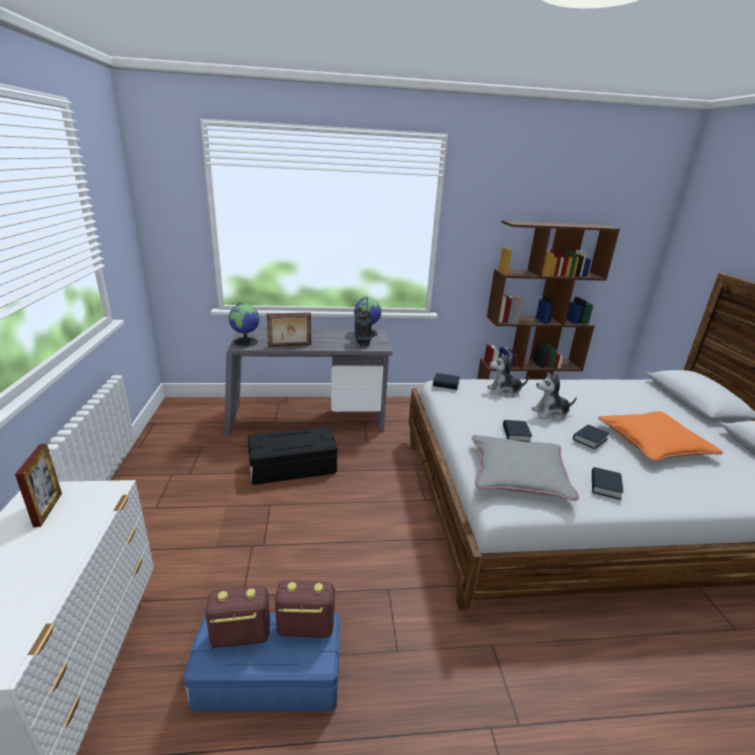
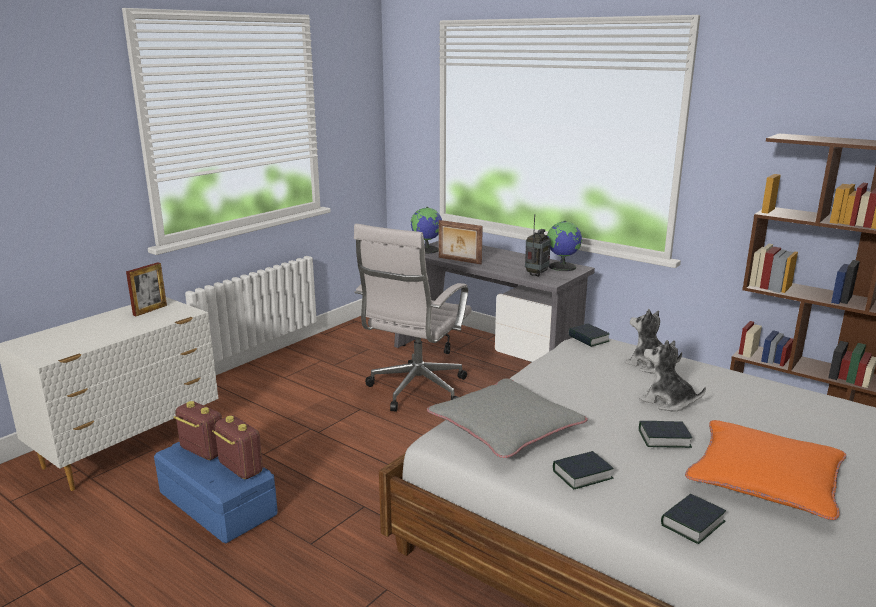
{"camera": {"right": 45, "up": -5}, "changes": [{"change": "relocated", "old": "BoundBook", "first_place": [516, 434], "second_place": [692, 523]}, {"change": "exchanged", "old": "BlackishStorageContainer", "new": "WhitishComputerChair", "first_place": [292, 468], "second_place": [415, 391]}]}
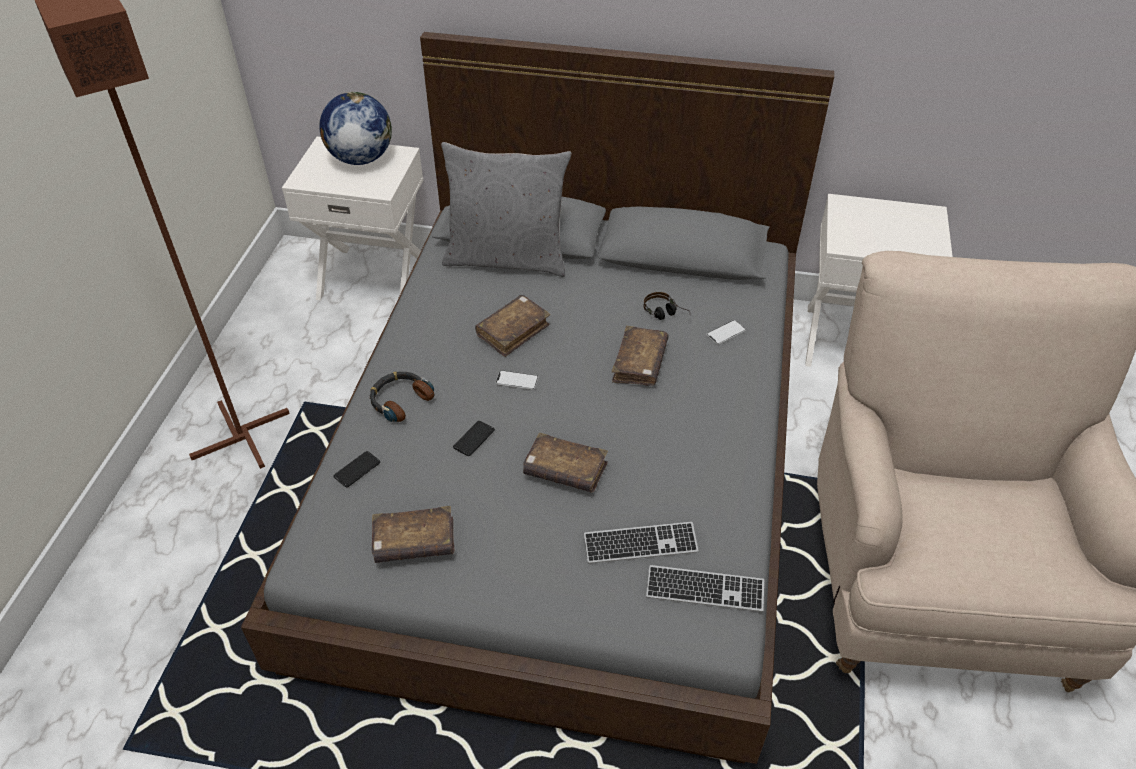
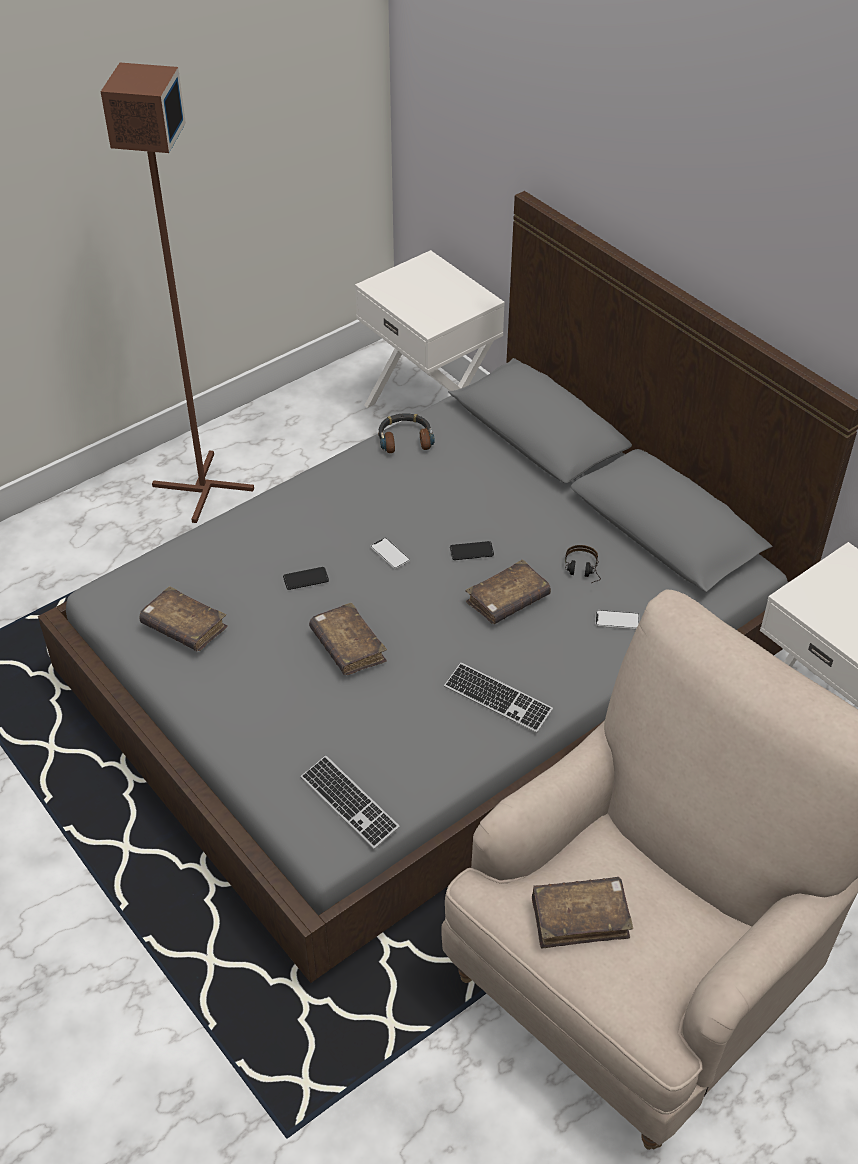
{"camera": {"right": 40, "up": 0}, "changes": [{"change": "missing", "old": "Globe", "first_place": [360, 159]}, {"change": "missing", "old": "GreyishPillow", "first_place": [507, 258]}, {"change": "relocated", "old": "Phone", "first_place": [357, 469], "second_place": [471, 551]}, {"change": "relocated", "old": "Headset", "first_place": [400, 400], "second_place": [405, 438]}, {"change": "relocated", "old": "BrownBoundBook", "first_place": [513, 331], "second_place": [580, 918]}, {"change": "relocated", "old": "PcKeyboard", "first_place": [640, 544], "second_place": [497, 699]}]}
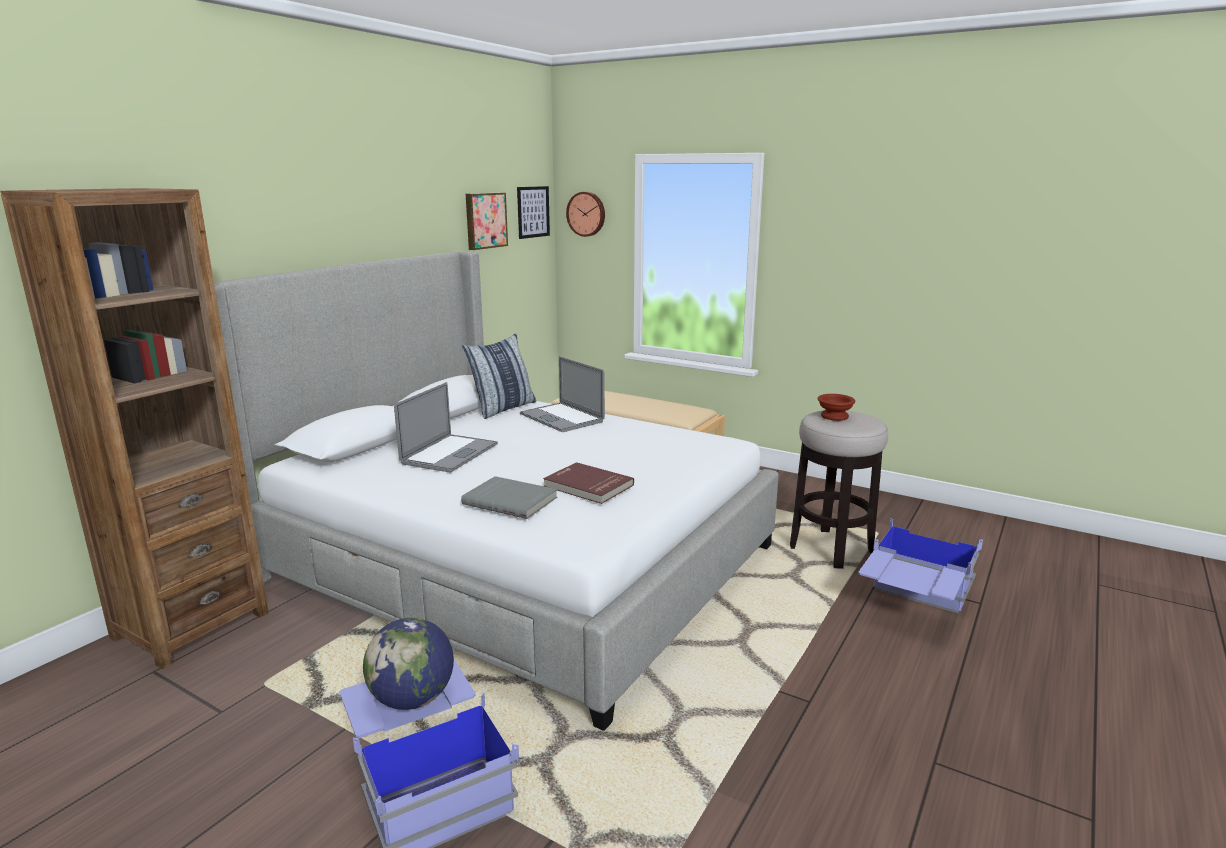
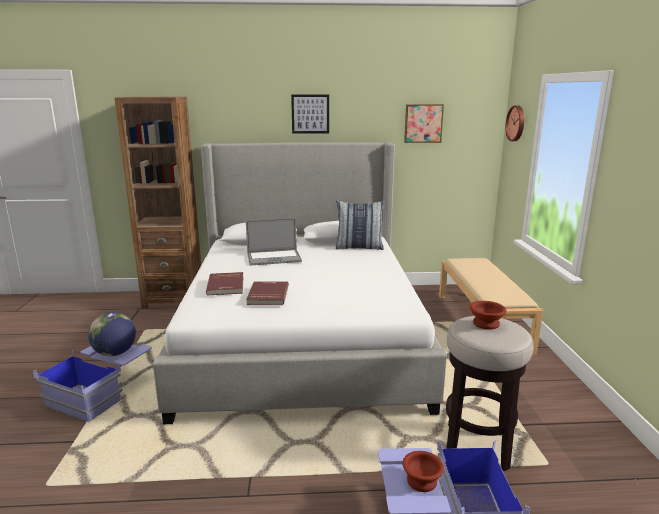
{"camera": {"right": 55, "up": 0}, "changes": [{"change": "missing", "old": "Laptop", "first_place": [561, 418]}, {"change": "appeared", "new": "BrownDeepDish", "second_place": [421, 480]}, {"change": "relocated", "old": "WallPicture", "first_place": [533, 212], "second_place": [310, 114]}, {"change": "colour", "old": "GreyishBoundBook", "new": "ReddishBoundBook", "first_place": [511, 500], "second_place": [226, 285]}]}
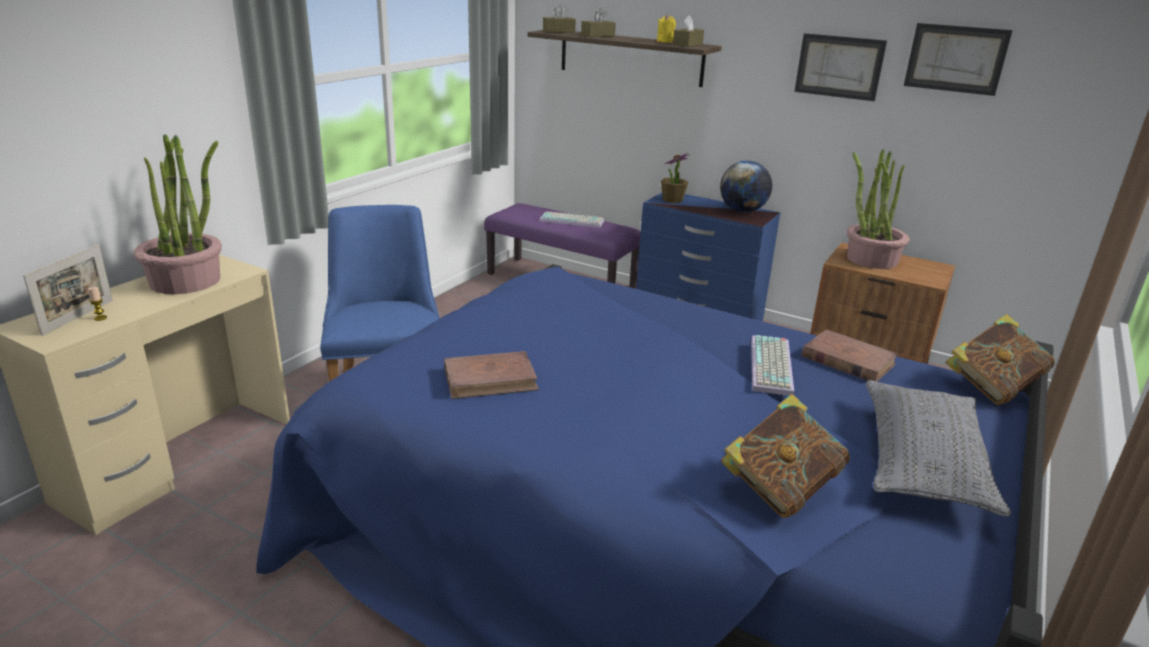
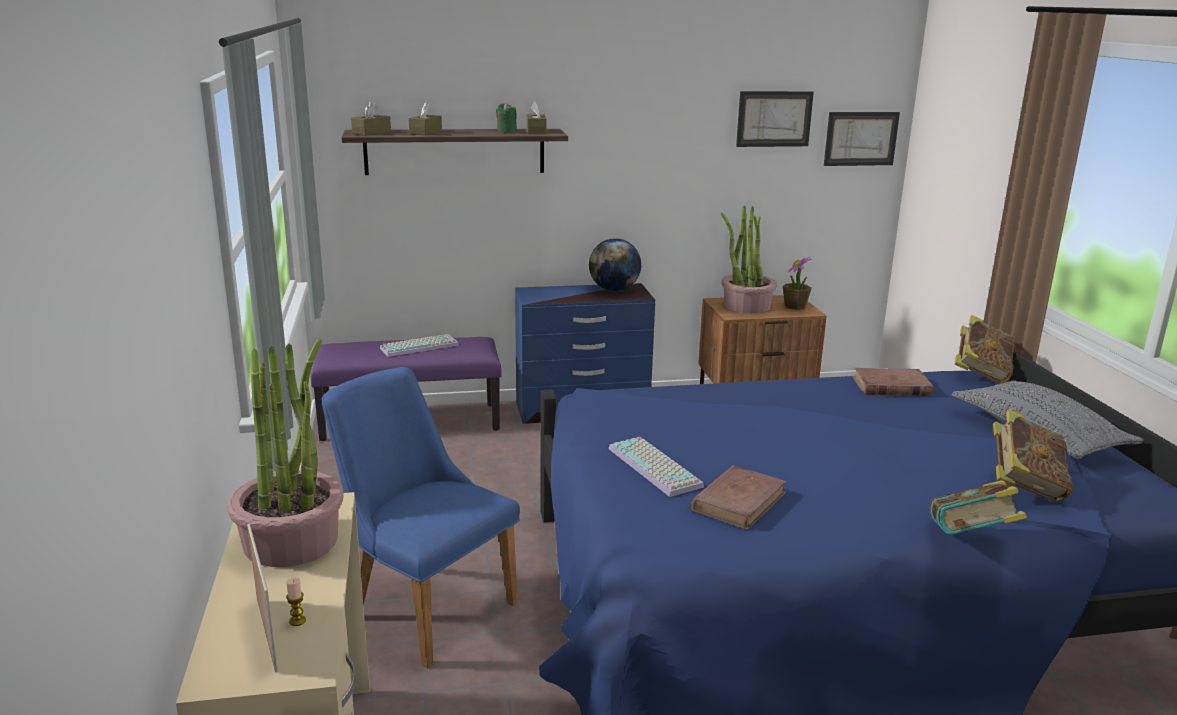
{"camera": {"right": -40, "up": -5}, "changes": [{"change": "appeared", "new": "BoundBook", "second_place": [970, 542]}, {"change": "relocated", "old": "PottedPlant", "first_place": [672, 200], "second_place": [795, 306]}, {"change": "relocated", "old": "PcKeyboard", "first_place": [773, 366], "second_place": [657, 467]}, {"change": "relocated", "old": "WallPicture", "first_place": [839, 66], "second_place": [860, 138]}, {"change": "colour", "old": "YellowWaxCandle", "new": "GreenWaxCandle", "first_place": [665, 42], "second_place": [506, 131]}]}
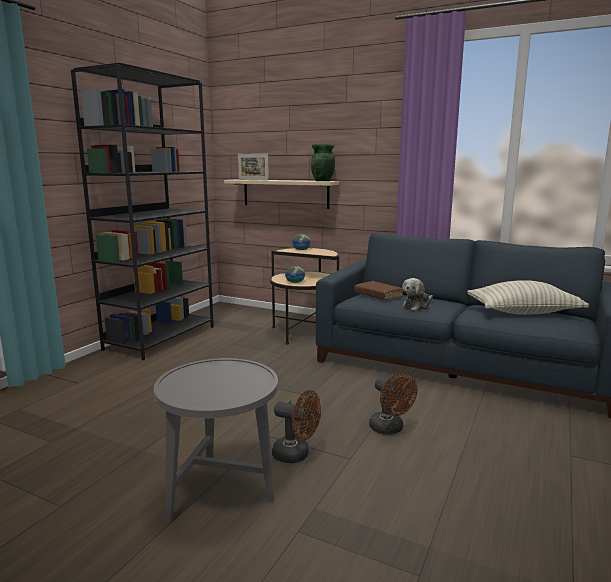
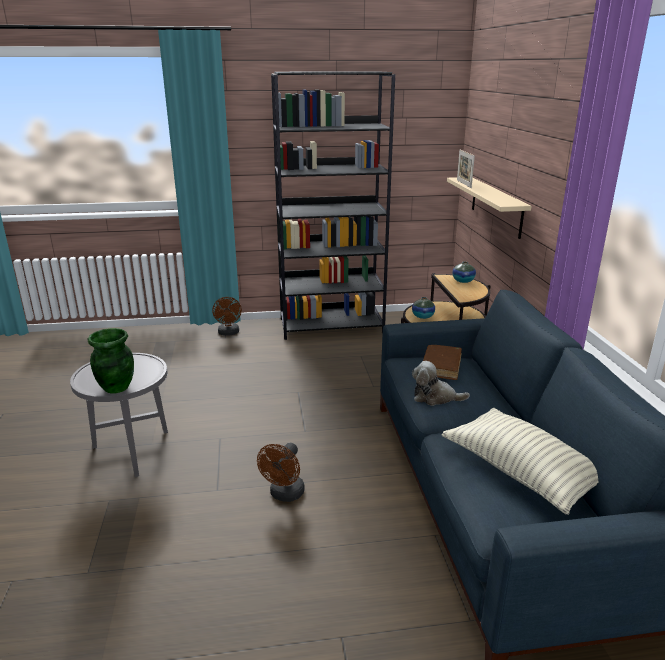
{"camera": {"right": 55, "up": 10}, "changes": [{"change": "relocated", "old": "BrownElectricFan", "first_place": [296, 455], "second_place": [229, 333]}, {"change": "relocated", "old": "GreenVase", "first_place": [322, 181], "second_place": [116, 388]}]}
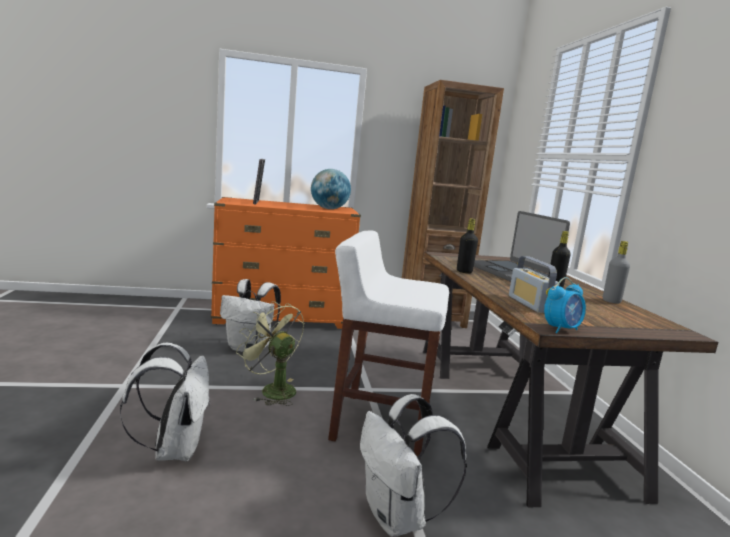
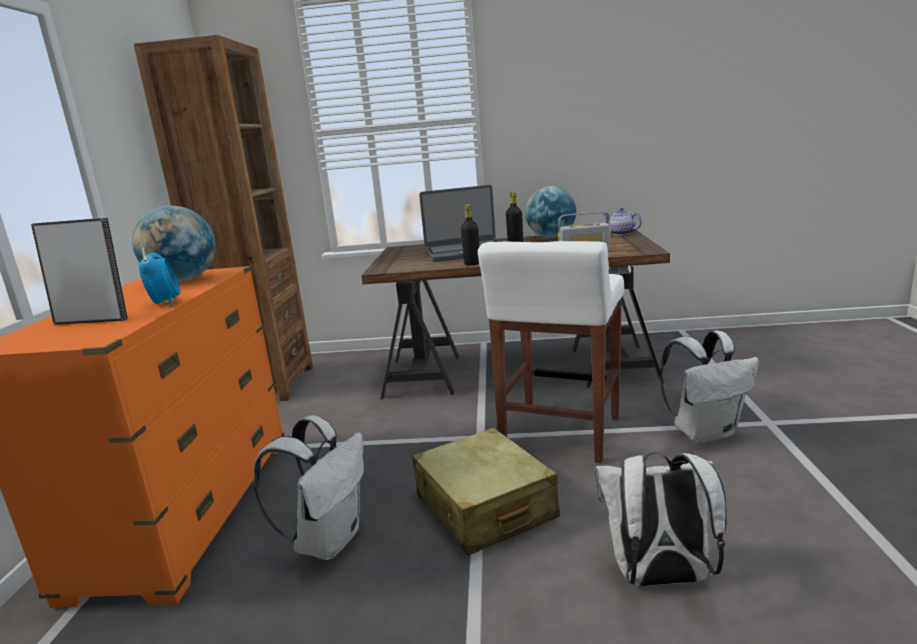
{"camera": {"right": -75, "up": 5}, "changes": [{"change": "appeared", "new": "PotForTea", "second_place": [621, 233]}, {"change": "relocated", "old": "BedsideClock", "first_place": [561, 329], "second_place": [166, 303]}, {"change": "exchanged", "old": "GreenElectricFan", "new": "SandColouredSuitcase", "first_place": [272, 390], "second_place": [484, 507]}, {"change": "exchanged", "old": "GreyishBottle", "new": "Globe", "first_place": [611, 301], "second_place": [551, 237]}]}
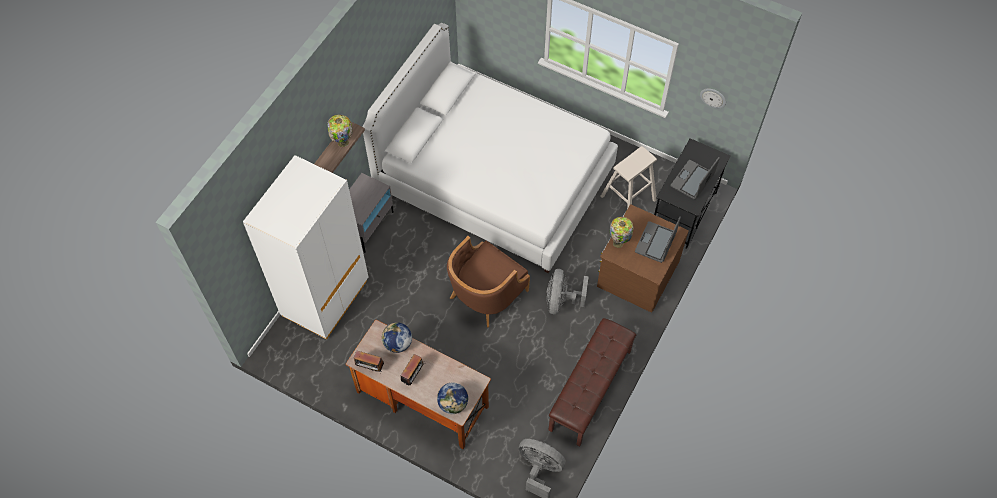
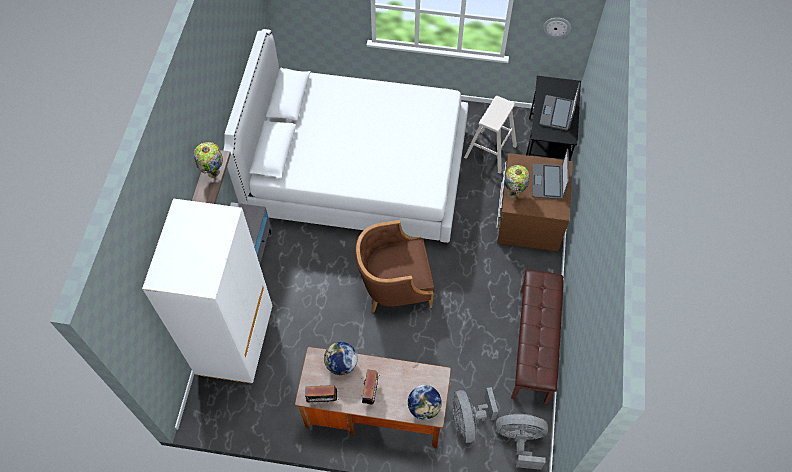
{"camera": {"right": -20, "up": 0}, "changes": [{"change": "relocated", "old": "GreyishElectricFan", "first_place": [561, 301], "second_place": [468, 421]}, {"change": "spun", "old": "BrownArmchair", "first_place": [486, 294], "second_place": [395, 284], "degrees": 60}]}
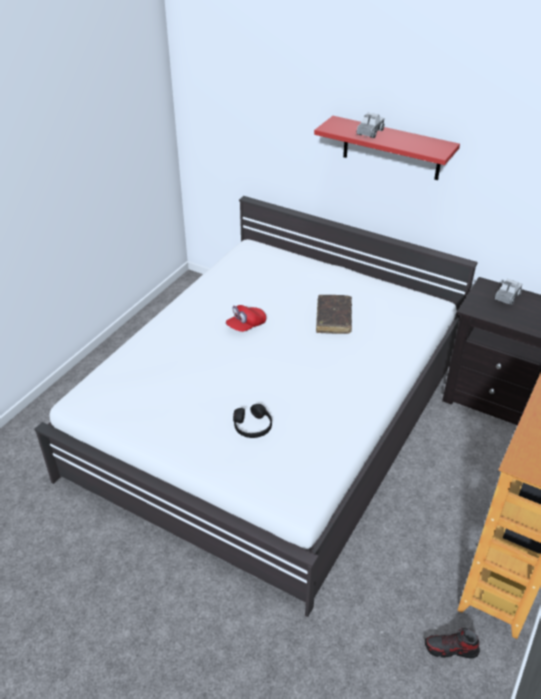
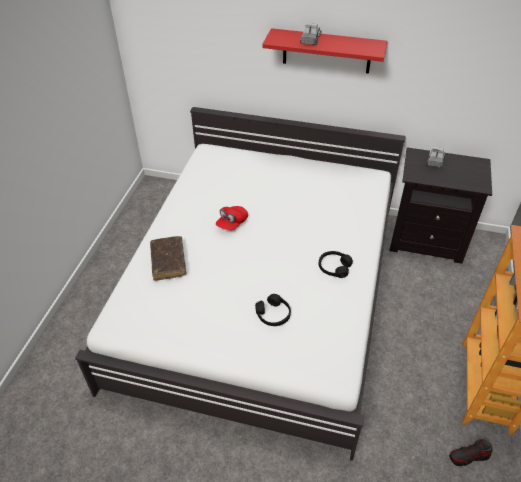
{"camera": {"right": -15, "up": 5}, "changes": [{"change": "appeared", "new": "BlackishHeadset", "second_place": [334, 267]}, {"change": "relocated", "old": "BrownBoundBook", "first_place": [333, 319], "second_place": [168, 262]}]}
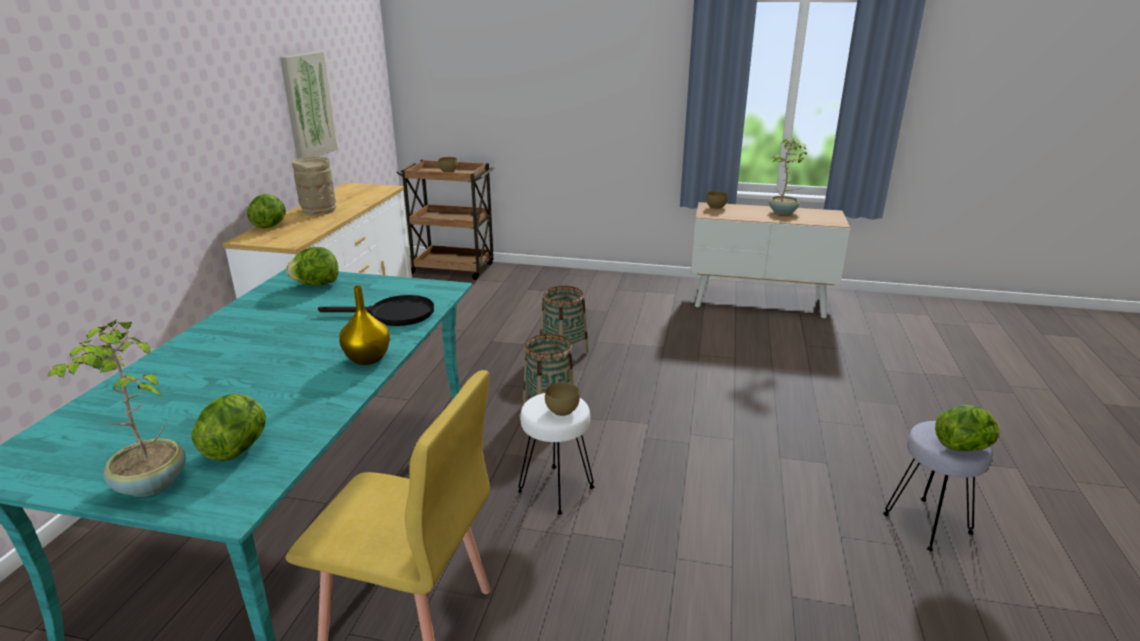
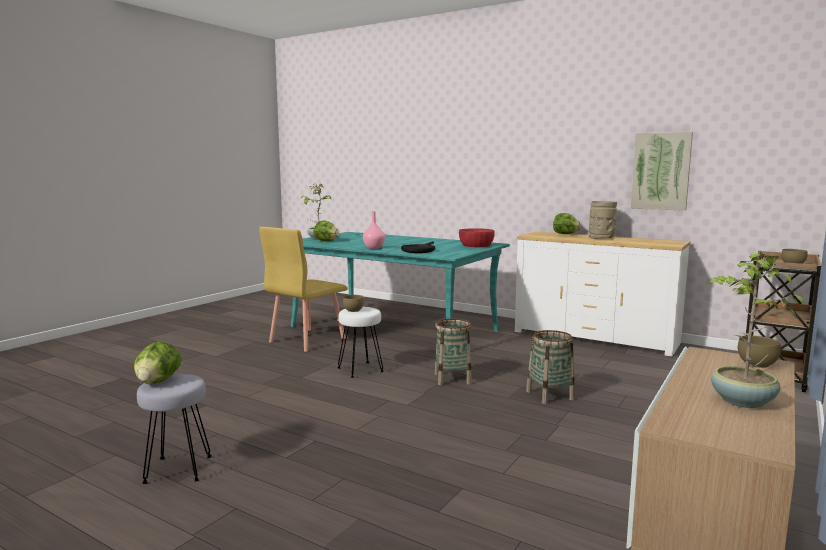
{"camera": {"right": 110, "up": -15}, "changes": [{"change": "exchanged", "old": "LettuceHead", "new": "ReddishDeepDish", "first_place": [316, 284], "second_place": [476, 245]}, {"change": "colour", "old": "YellowVase", "new": "PinkishVase", "first_place": [367, 359], "second_place": [373, 248]}]}
